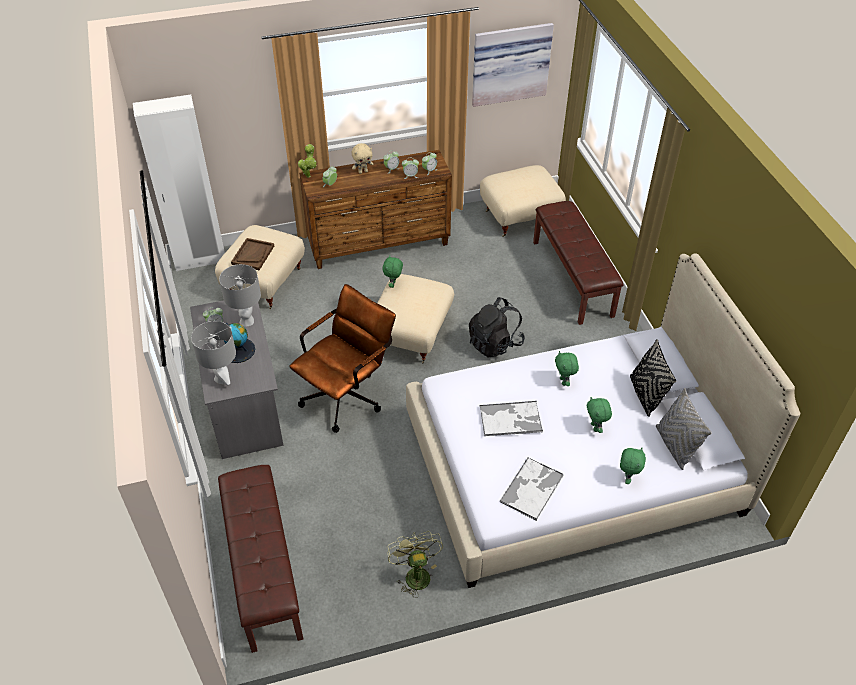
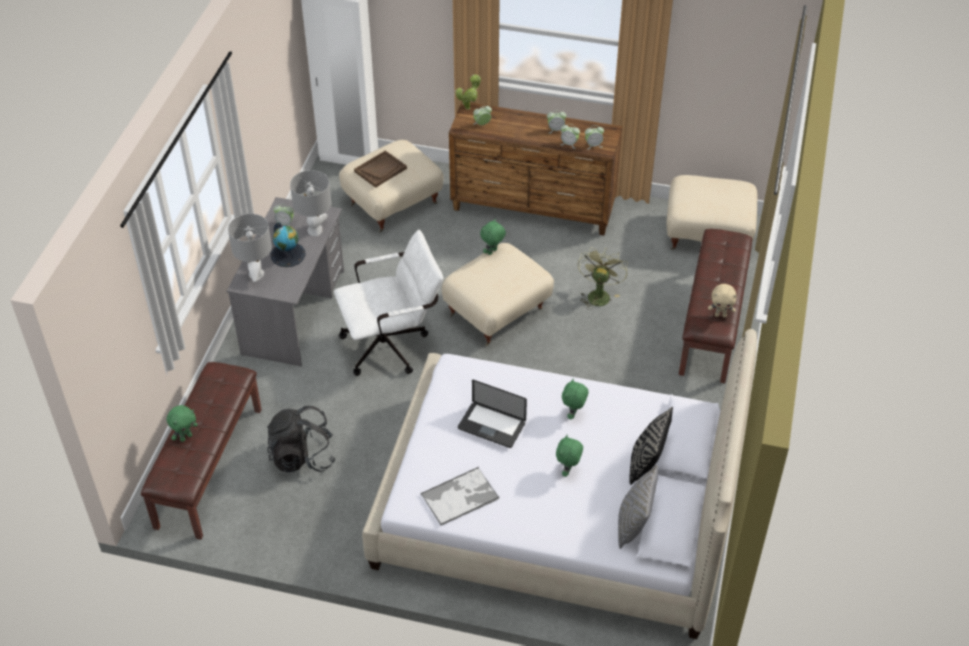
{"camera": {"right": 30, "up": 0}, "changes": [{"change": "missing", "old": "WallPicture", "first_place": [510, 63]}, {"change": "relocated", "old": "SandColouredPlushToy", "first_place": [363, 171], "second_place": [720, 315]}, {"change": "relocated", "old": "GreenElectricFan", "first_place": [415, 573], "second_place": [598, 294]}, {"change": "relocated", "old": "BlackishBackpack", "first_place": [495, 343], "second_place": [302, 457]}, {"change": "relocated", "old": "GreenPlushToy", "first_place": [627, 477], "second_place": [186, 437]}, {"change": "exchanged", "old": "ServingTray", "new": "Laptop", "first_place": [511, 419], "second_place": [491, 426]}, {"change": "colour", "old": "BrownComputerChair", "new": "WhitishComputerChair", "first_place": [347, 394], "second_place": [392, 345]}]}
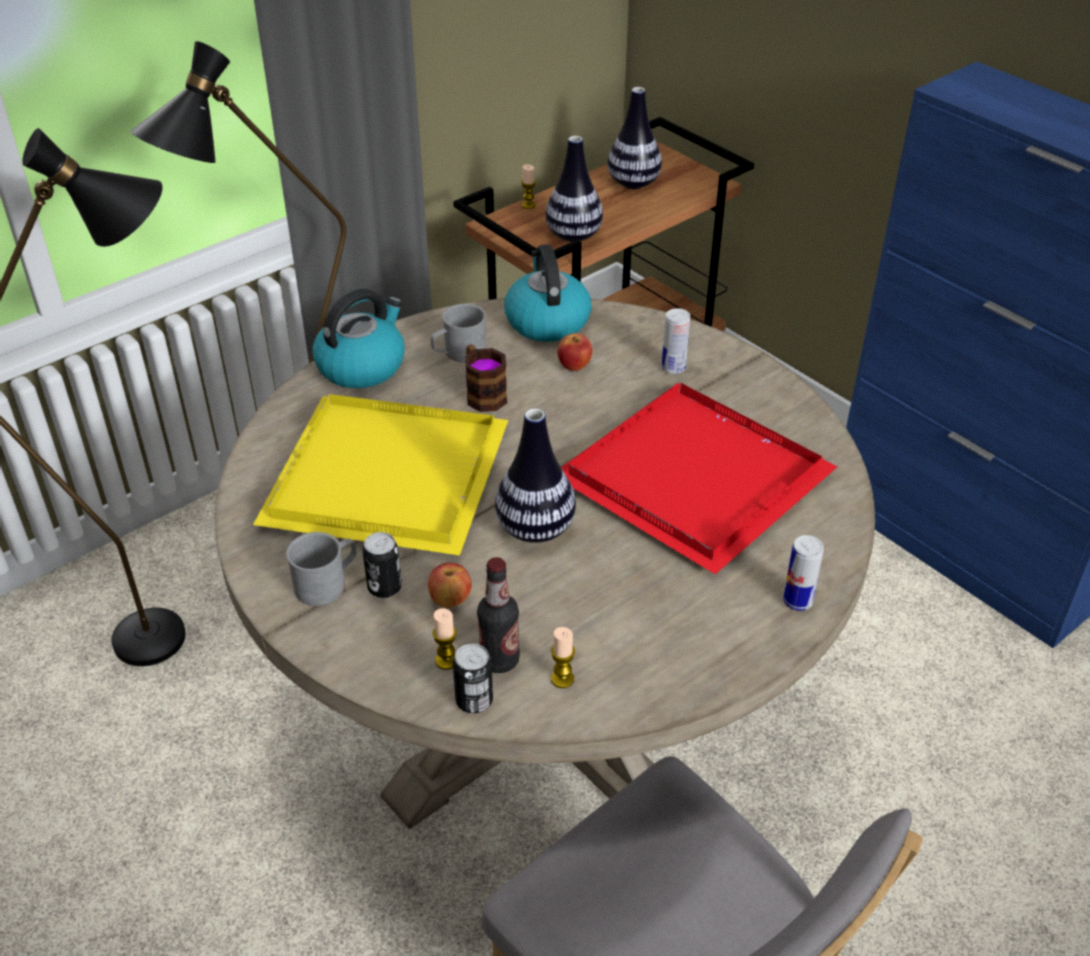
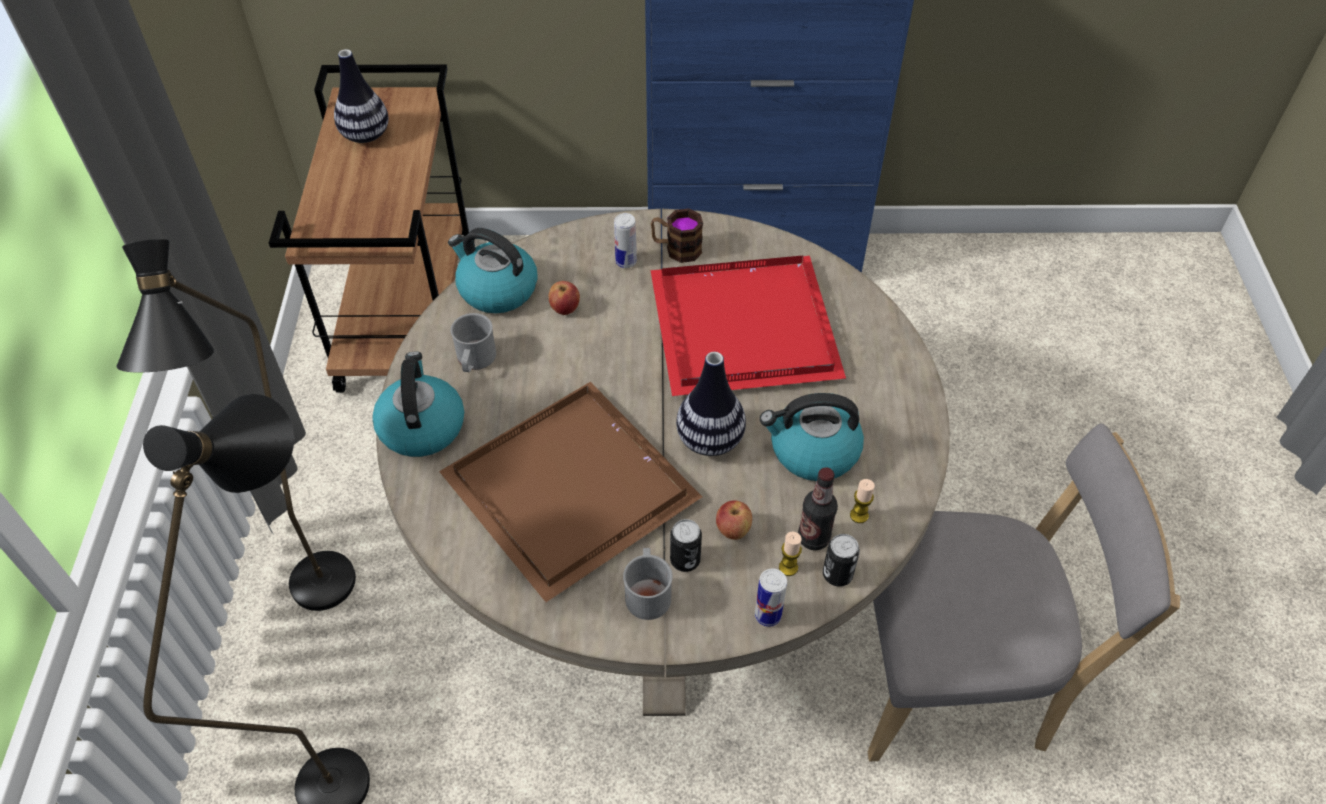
{"camera": {"right": -50, "up": 10}, "changes": [{"change": "missing", "old": "WaxCandle", "first_place": [528, 205]}, {"change": "missing", "old": "Vase", "first_place": [573, 236]}, {"change": "appeared", "new": "TeaKettle", "second_place": [812, 451]}, {"change": "relocated", "old": "CoffeeMug", "first_place": [482, 393], "second_place": [676, 249]}, {"change": "relocated", "old": "SealedCan", "first_place": [797, 601], "second_place": [767, 615]}, {"change": "colour", "old": "YellowServingTray", "new": "BrownServingTray", "first_place": [390, 480], "second_place": [575, 489]}]}
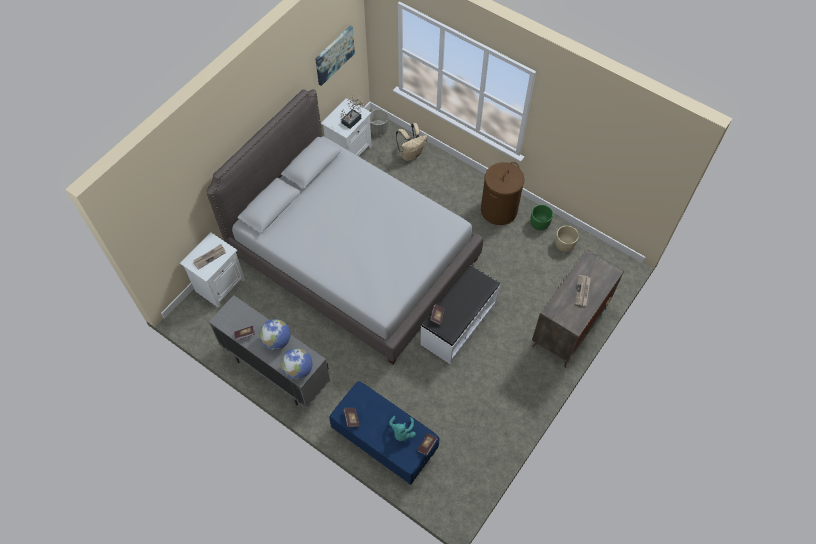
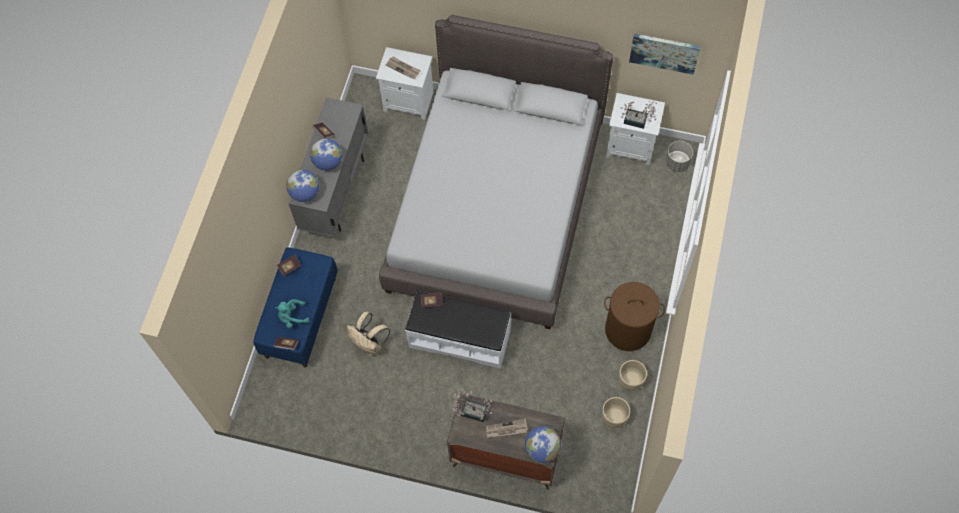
{"camera": {"right": 70, "up": 5}, "changes": [{"change": "appeared", "new": "PottedPlant", "second_place": [471, 410]}, {"change": "appeared", "new": "Globe", "second_place": [542, 449]}, {"change": "relocated", "old": "SandColouredBackpack", "first_place": [411, 154], "second_place": [370, 344]}, {"change": "colour", "old": "GreenPlantPot", "new": "SandColouredPlantPot", "first_place": [539, 223], "second_place": [630, 380]}]}
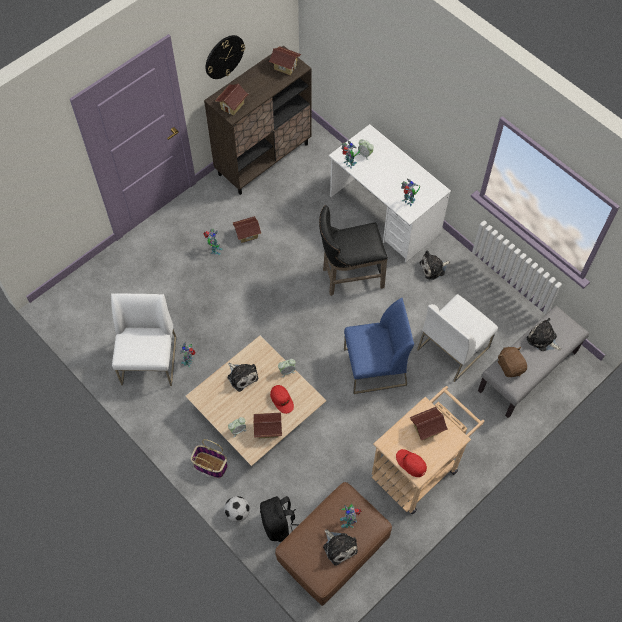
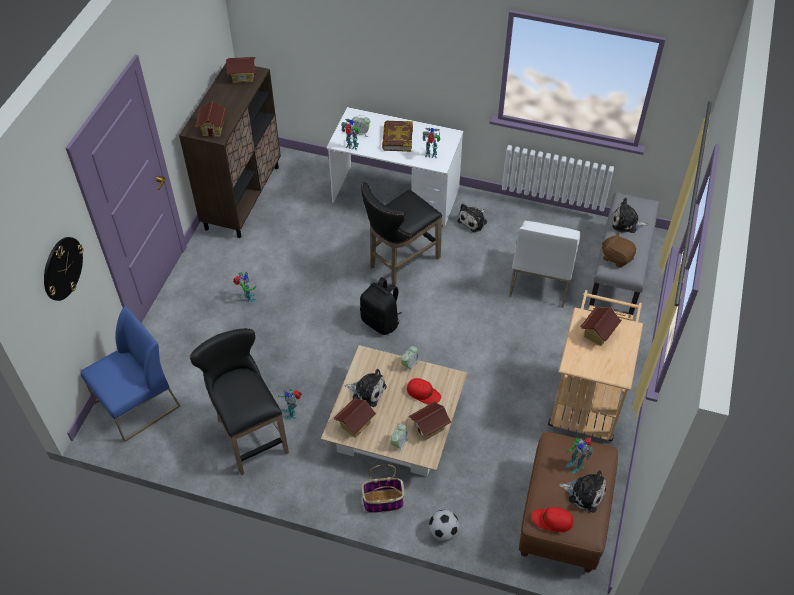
{"camera": {"right": -30, "up": -10}, "changes": [{"change": "appeared", "new": "BoundBook", "second_place": [397, 138]}, {"change": "relocated", "old": "WallClock", "first_place": [224, 56], "second_place": [62, 268]}, {"change": "relocated", "old": "ToyHouse", "first_place": [247, 234], "second_place": [355, 424]}, {"change": "relocated", "old": "BlackishBackpack", "first_place": [278, 524], "second_place": [381, 321]}, {"change": "relocated", "old": "BlueColouredPlainChair", "first_place": [374, 367], "second_place": [137, 405]}, {"change": "relocated", "old": "ReddishBaseballCap", "first_place": [411, 463], "second_place": [552, 520]}, {"change": "exchanged", "old": "WhitishPlainChair", "new": "BlackishStoolSeat", "first_place": [149, 361], "second_place": [249, 433]}]}
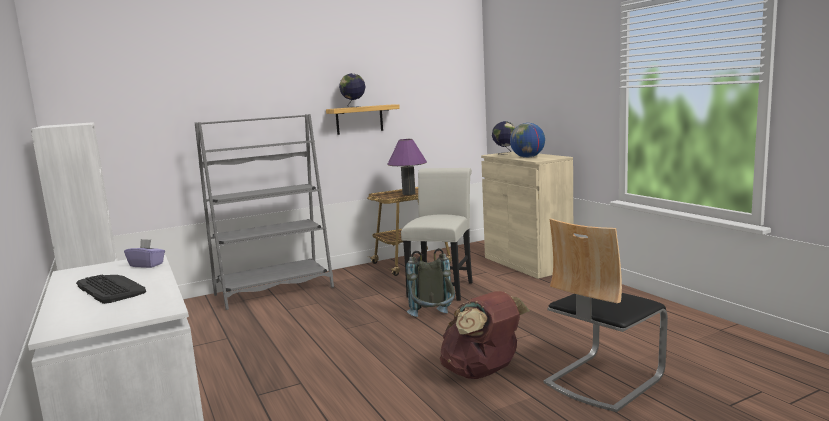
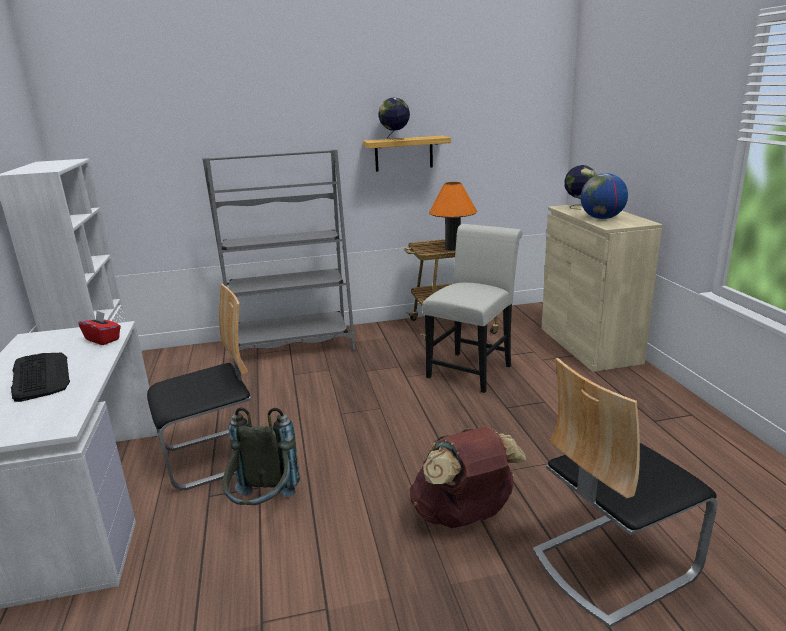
{"camera": {"right": 15, "up": 10}, "changes": [{"change": "appeared", "new": "PlainChair", "second_place": [215, 457]}, {"change": "relocated", "old": "GreyishBackpack", "first_place": [433, 320], "second_place": [263, 508]}, {"change": "colour", "old": "PurpleTissueBox", "new": "ReddishTissueBox", "first_place": [147, 265], "second_place": [103, 339]}, {"change": "colour", "old": "PurpleTableLamp", "new": "OrangeColouredTableLamp", "first_place": [409, 193], "second_place": [453, 248]}]}
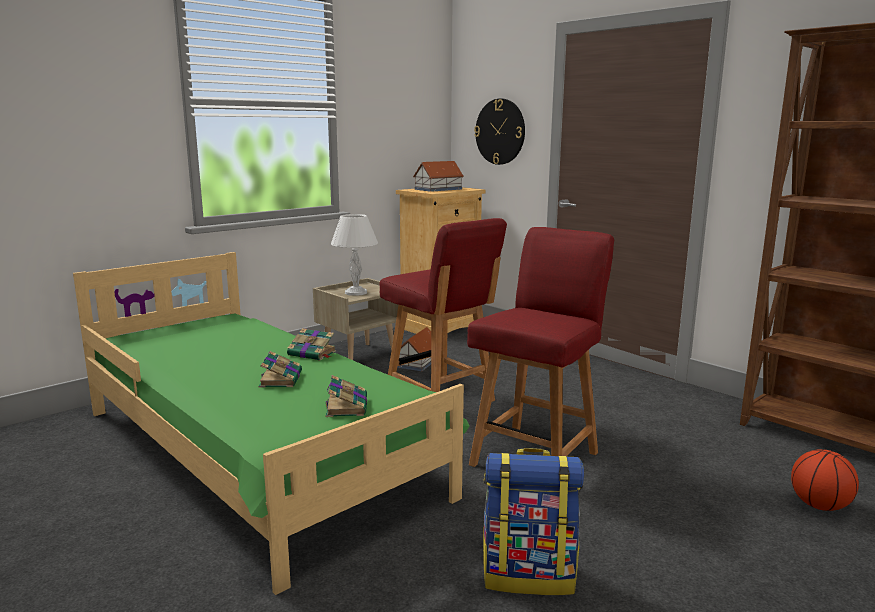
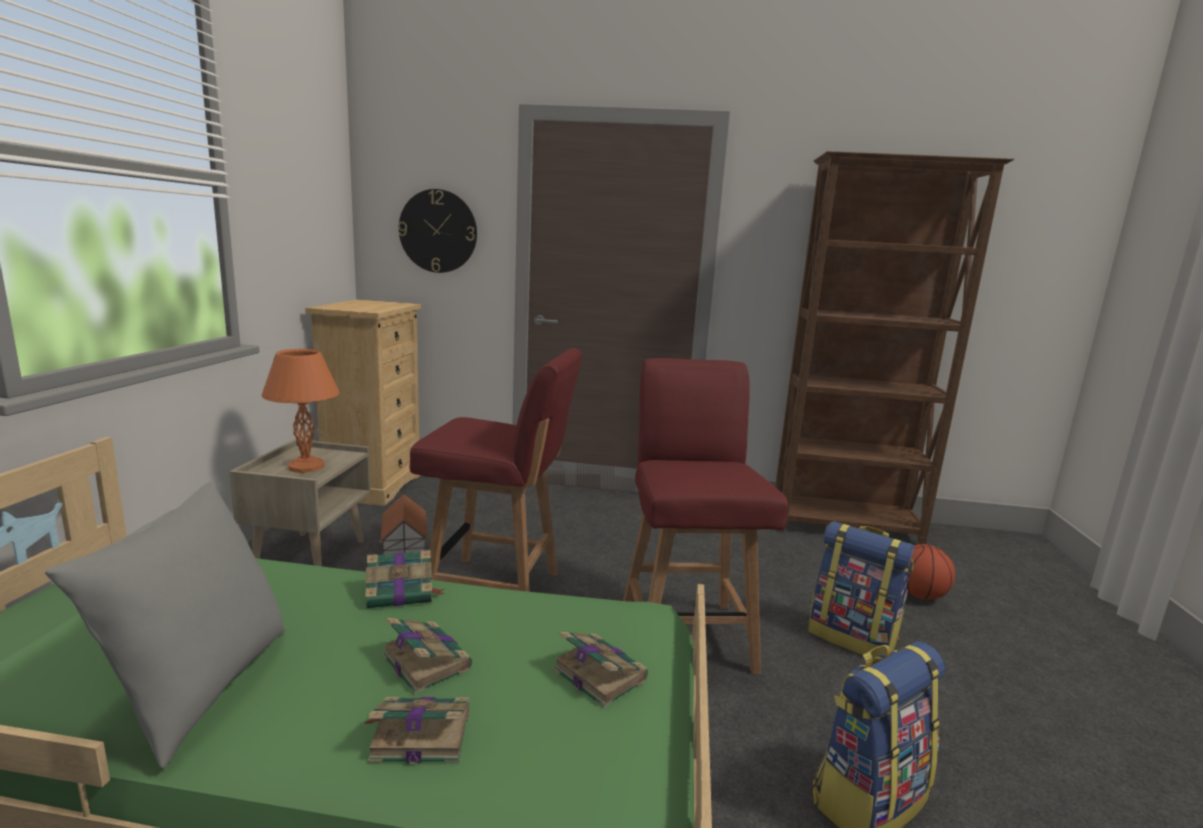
{"camera": {"right": -40, "up": 0}, "changes": [{"change": "missing", "old": "ToyHouse", "first_place": [439, 189]}, {"change": "appeared", "new": "GreyishPillow", "second_place": [199, 690]}, {"change": "appeared", "new": "BoundBook", "second_place": [418, 735]}, {"change": "appeared", "new": "Backpack", "second_place": [853, 637]}, {"change": "colour", "old": "WhitishTableLamp", "new": "OrangeColouredTableLamp", "first_place": [355, 293], "second_place": [306, 467]}]}
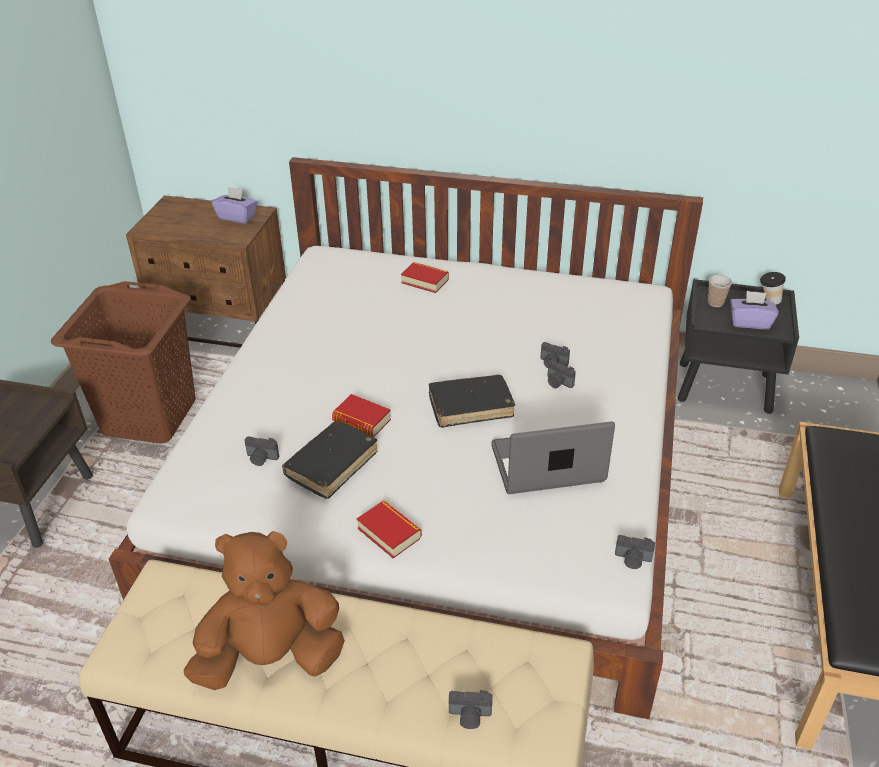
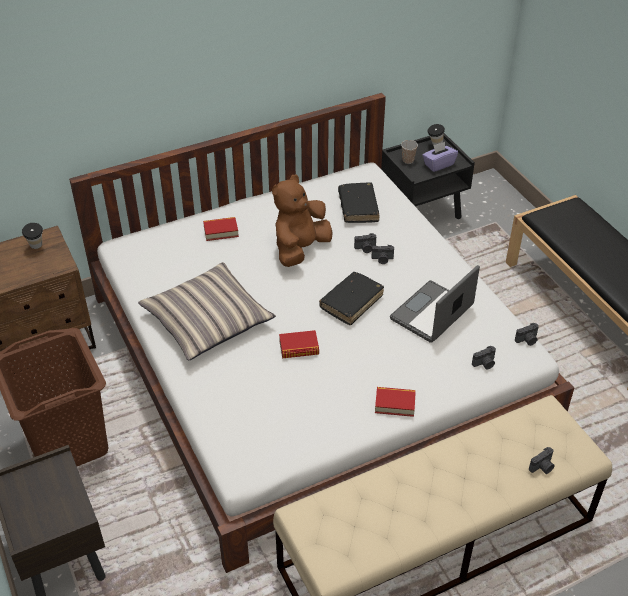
{"camera": {"right": -40, "up": 5}, "changes": [{"change": "appeared", "new": "Pillow", "second_place": [208, 320]}, {"change": "relocated", "old": "BrownPlushToy", "first_place": [271, 657], "second_place": [300, 249]}, {"change": "relocated", "old": "PhotoCamera", "first_place": [261, 459], "second_place": [484, 364]}, {"change": "relocated", "old": "BlackishBoundBook", "first_place": [331, 465], "second_place": [358, 207]}, {"change": "exchanged", "old": "PurpleTissueBox", "new": "DrinkingCup", "first_place": [237, 217], "second_place": [36, 247]}]}
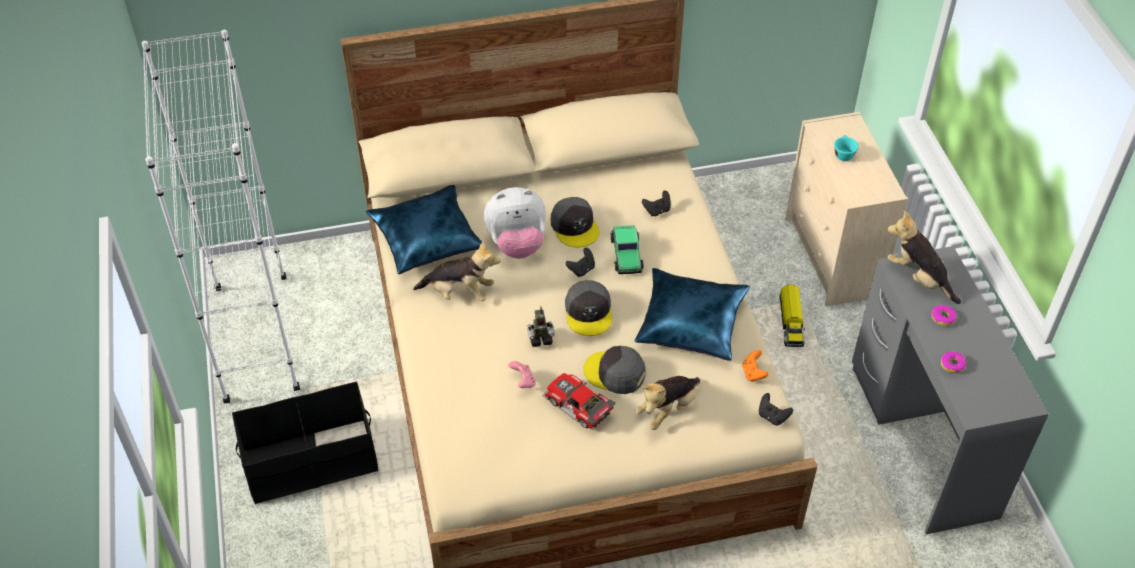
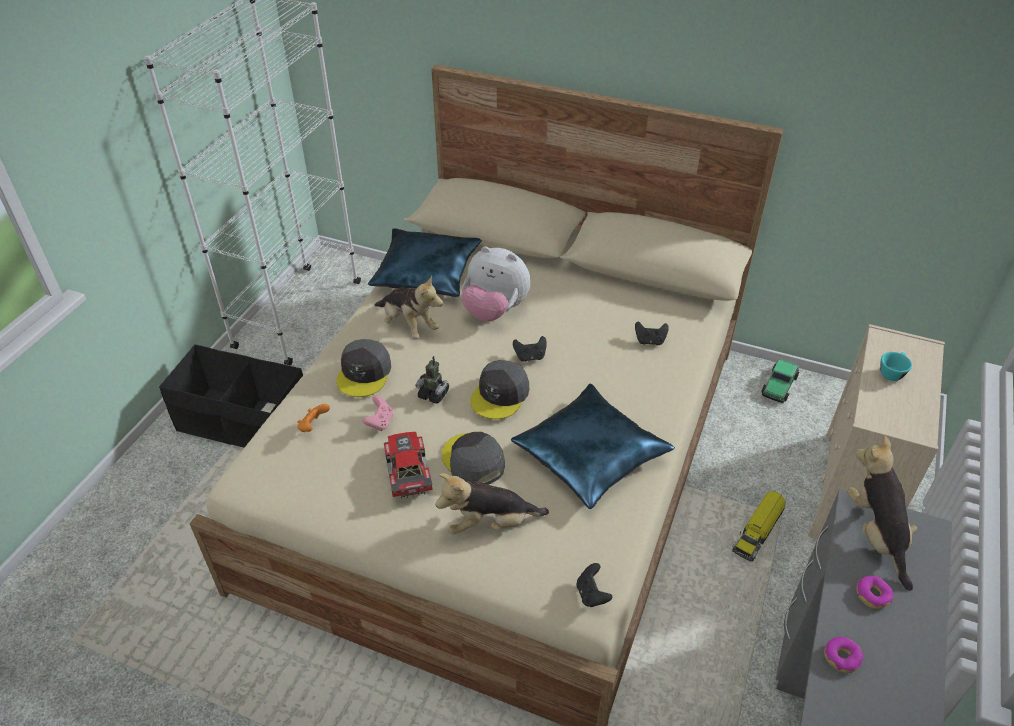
{"camera": {"right": 35, "up": -5}, "changes": [{"change": "relocated", "old": "GreyishBaseballCap", "first_place": [575, 226], "second_place": [364, 373]}, {"change": "relocated", "old": "ToyCar", "first_place": [626, 255], "second_place": [779, 385]}, {"change": "relocated", "old": "OrangeColouredJoypad", "first_place": [753, 373], "second_place": [313, 426]}]}
